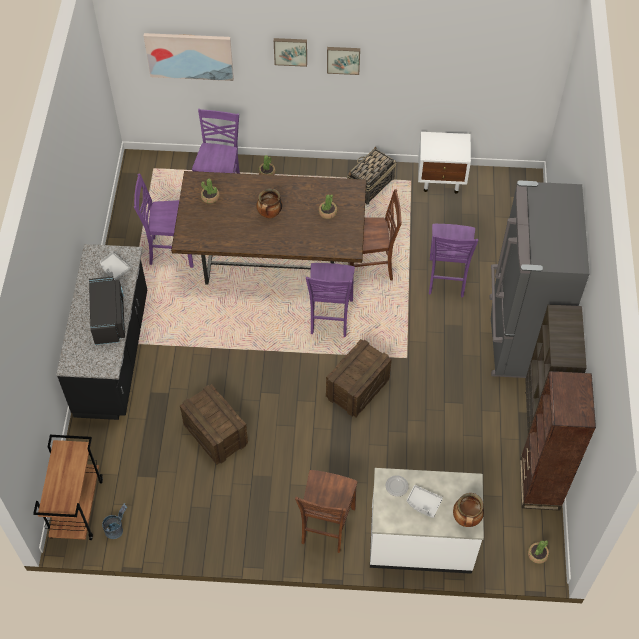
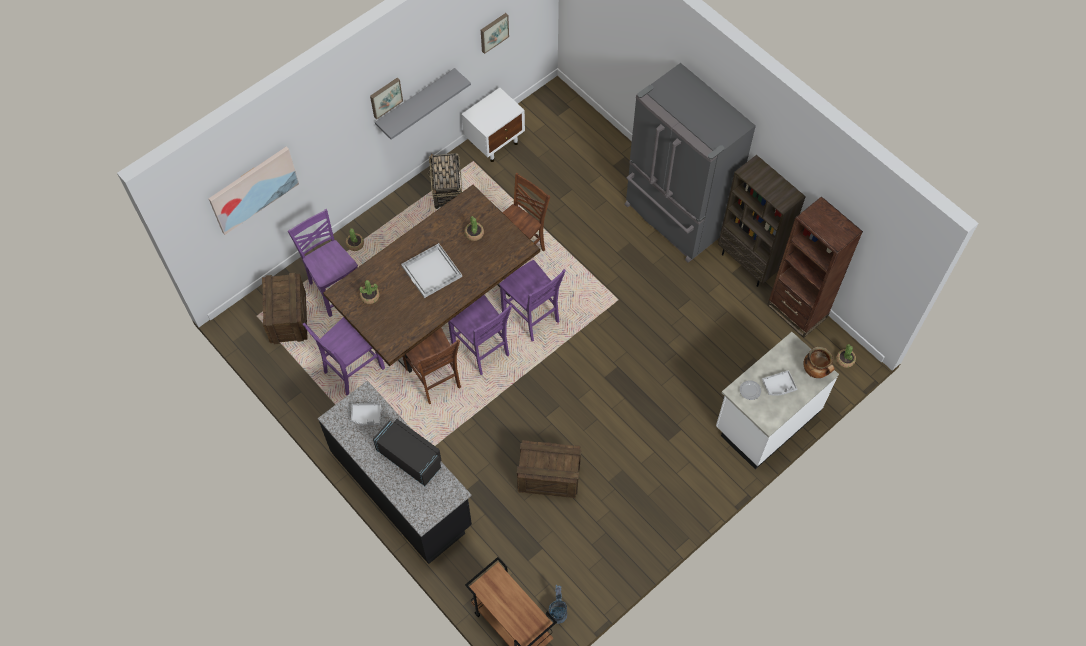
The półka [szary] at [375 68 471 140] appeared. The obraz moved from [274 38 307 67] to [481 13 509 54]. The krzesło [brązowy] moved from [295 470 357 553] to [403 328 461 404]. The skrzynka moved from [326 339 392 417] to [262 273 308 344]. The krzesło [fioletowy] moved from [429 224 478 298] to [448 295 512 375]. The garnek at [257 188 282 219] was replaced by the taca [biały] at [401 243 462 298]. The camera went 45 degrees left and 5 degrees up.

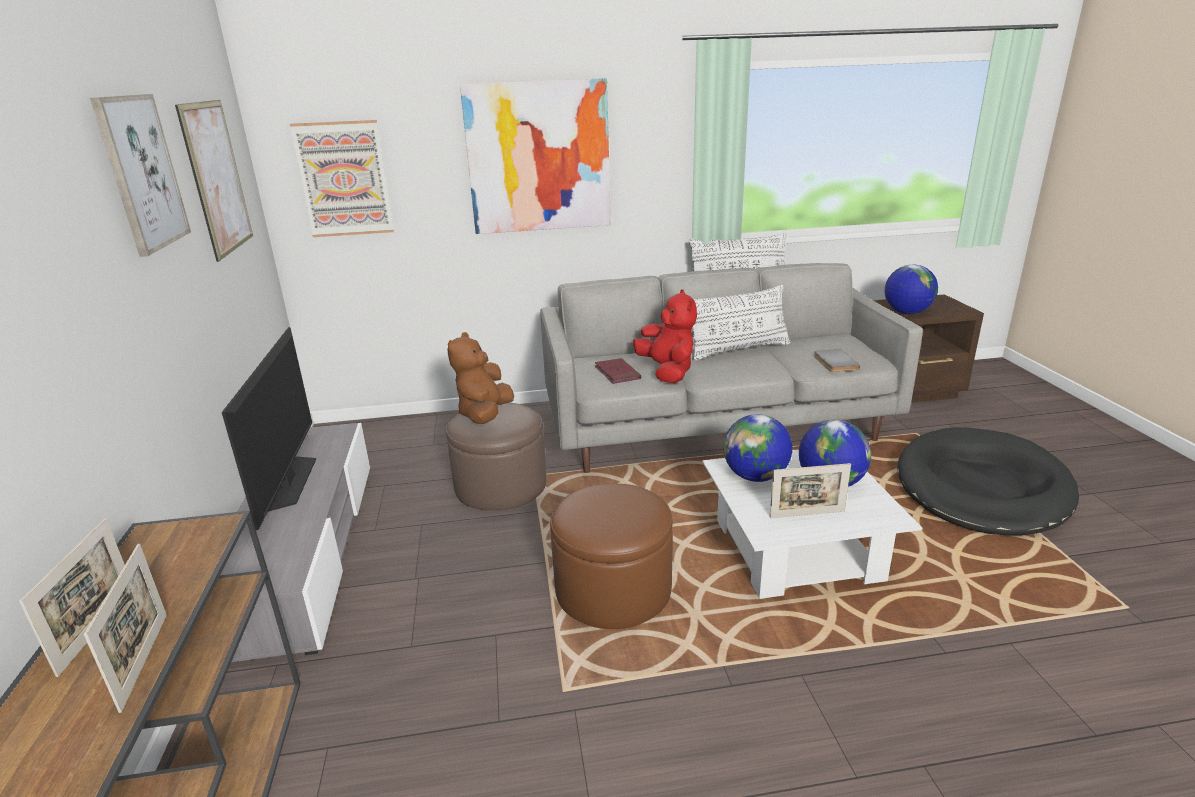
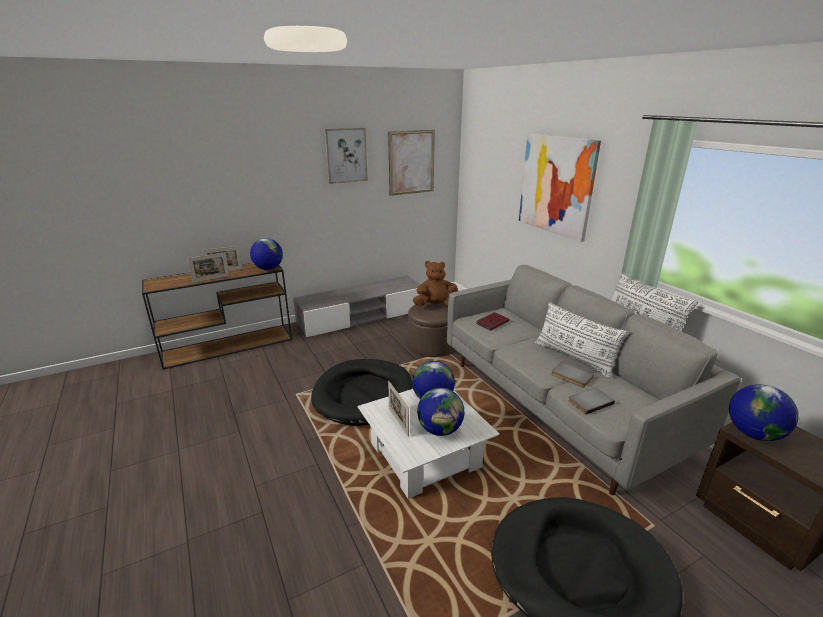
The telewizor at [222 327 316 530] disappeared. The obraz at [290 120 394 237] disappeared. The pluszak [czerwony] at [633 289 697 383] disappeared. The globus at [250 238 283 270] appeared. The książka [szary] at [551 362 594 387] appeared. The pufa [brązowy] at [550 484 673 629] was replaced by the legowisko [czarny] at [311 359 413 426]. The camera went 70 degrees right and 0 degrees up.

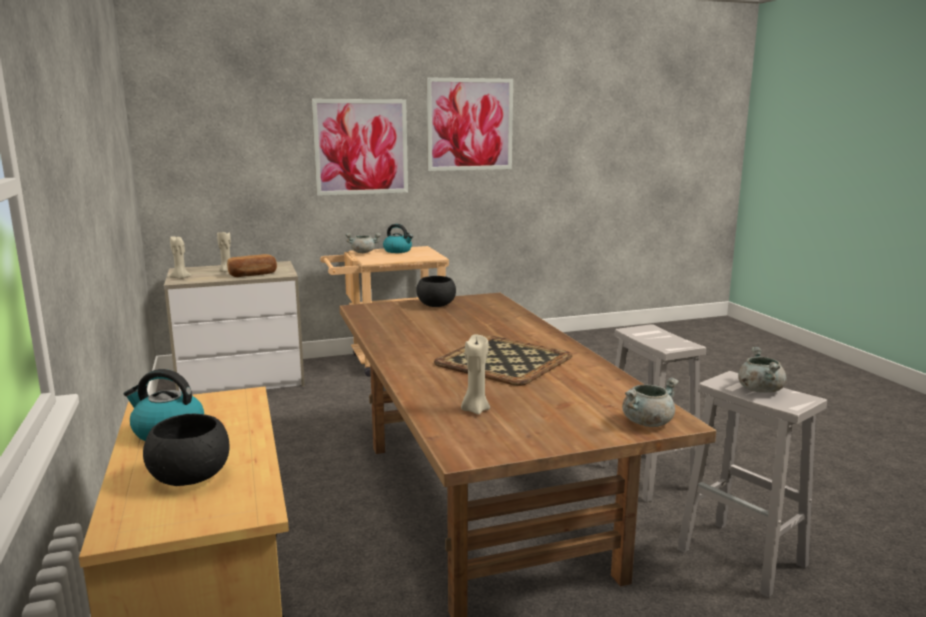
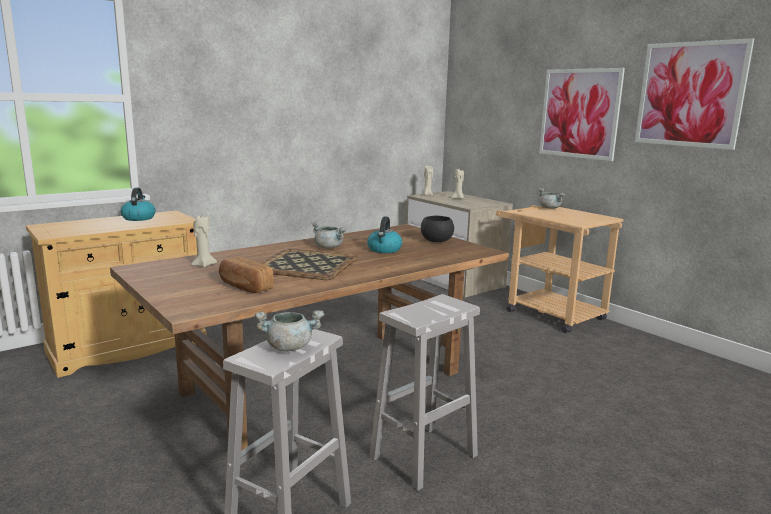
The miska [czarny] at [143 413 230 486] disappeared. The chleb moved from [227 254 277 277] to [219 257 274 293]. The czajnik moved from [383 224 413 253] to [367 216 402 253]. The garnek [szary] moved from [622 378 679 427] to [311 221 347 249]. The camera went 70 degrees right and 0 degrees up.

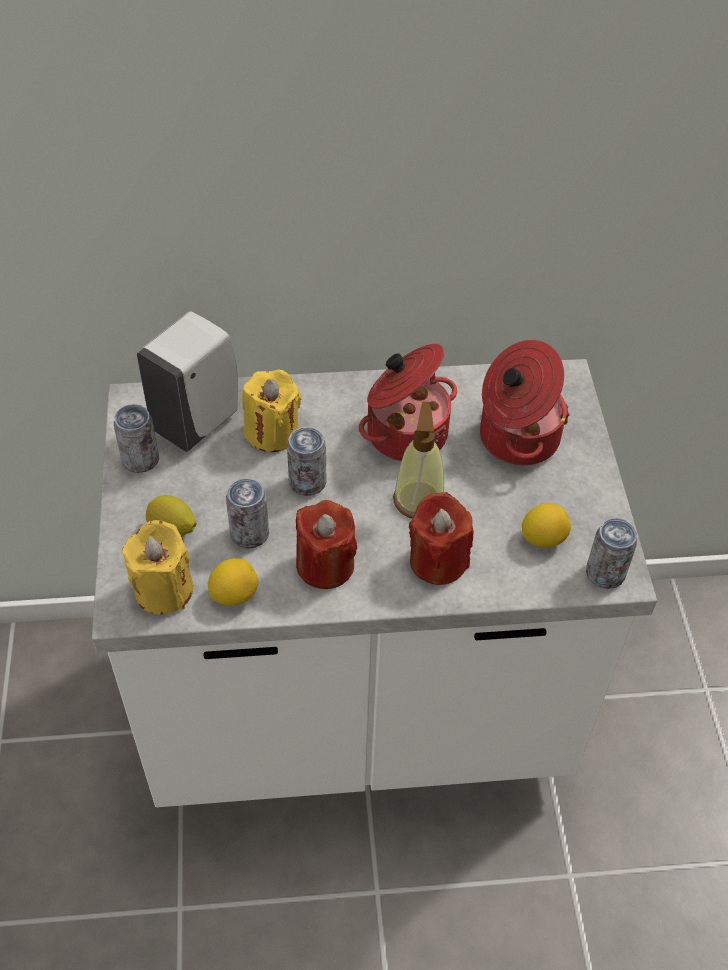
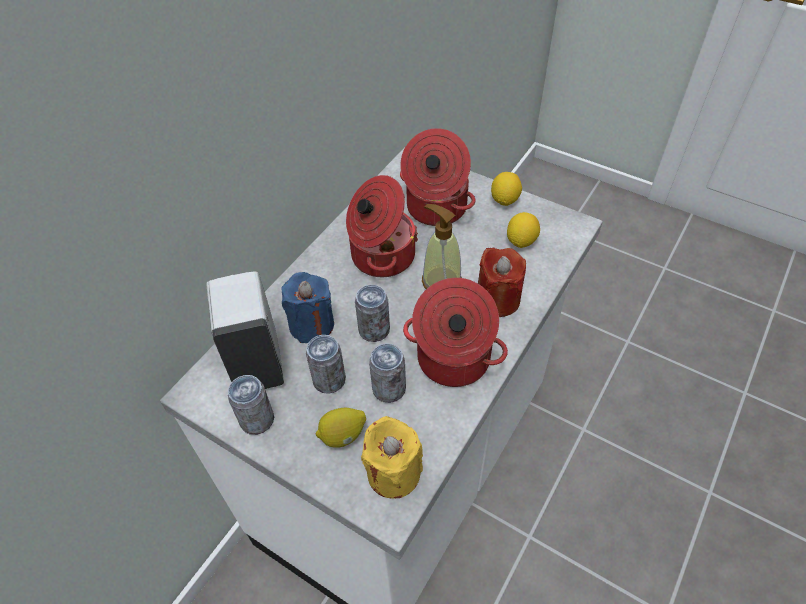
The cytryna moved from [208 558 258 606] to [491 172 522 206]. The puszka moved from [586 518 637 589] to [306 335 346 394]. The świeca [czerwony] at [296 500 357 589] was replaced by the garnek at [403 278 508 387]. The świeca [żółty] at [242 369 301 452] became the świeca [niebieski] at [281 272 334 343]. The camera went 50 degrees left and 0 degrees up.

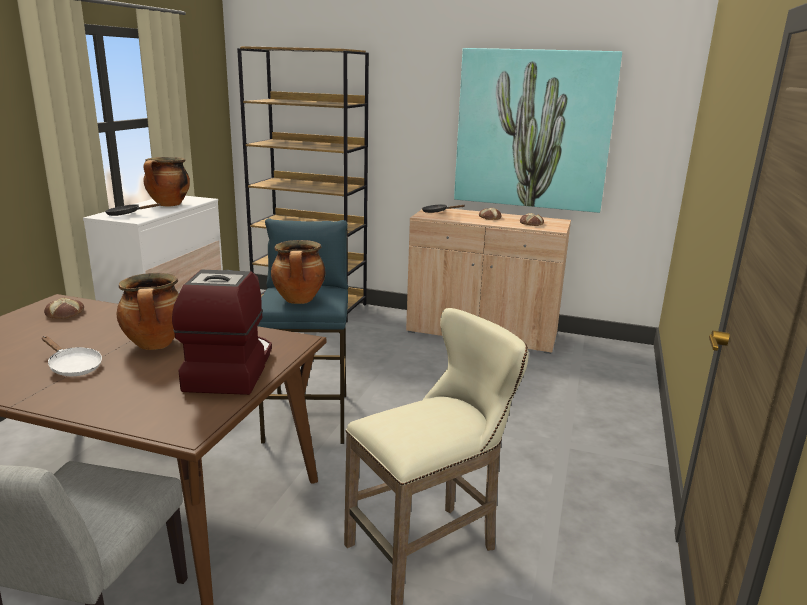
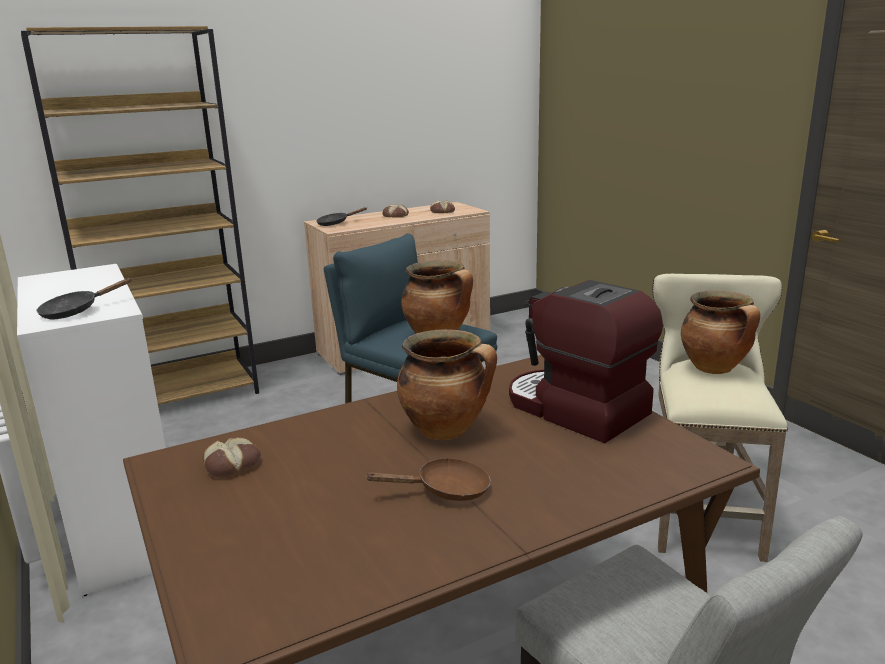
The obraz at [454 48 622 213] disappeared. The garnek moved from [143 157 190 207] to [681 291 760 374]. The patelnia [biały] at [42 336 102 376] became the patelnia [brązowy] at [365 458 491 501]. The camera went 45 degrees left and 0 degrees up.

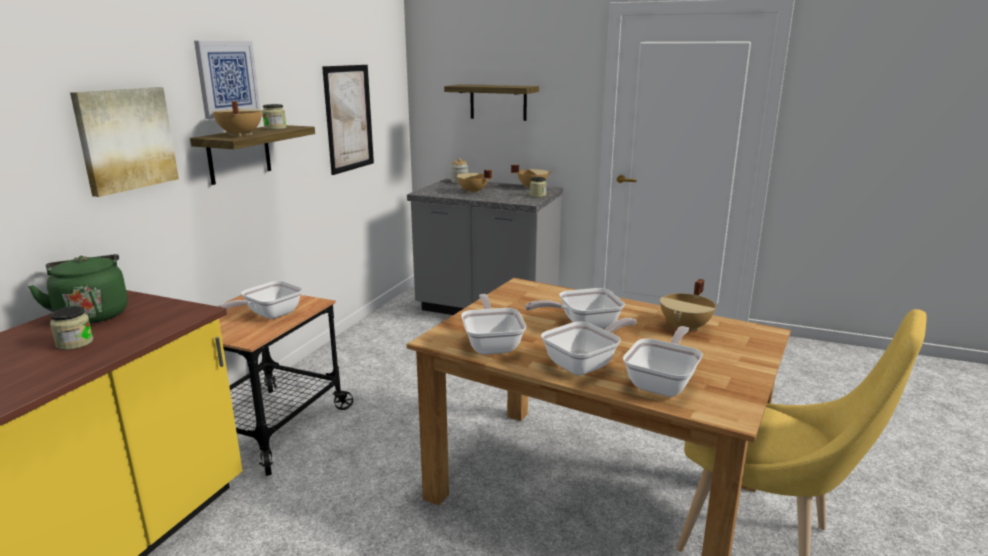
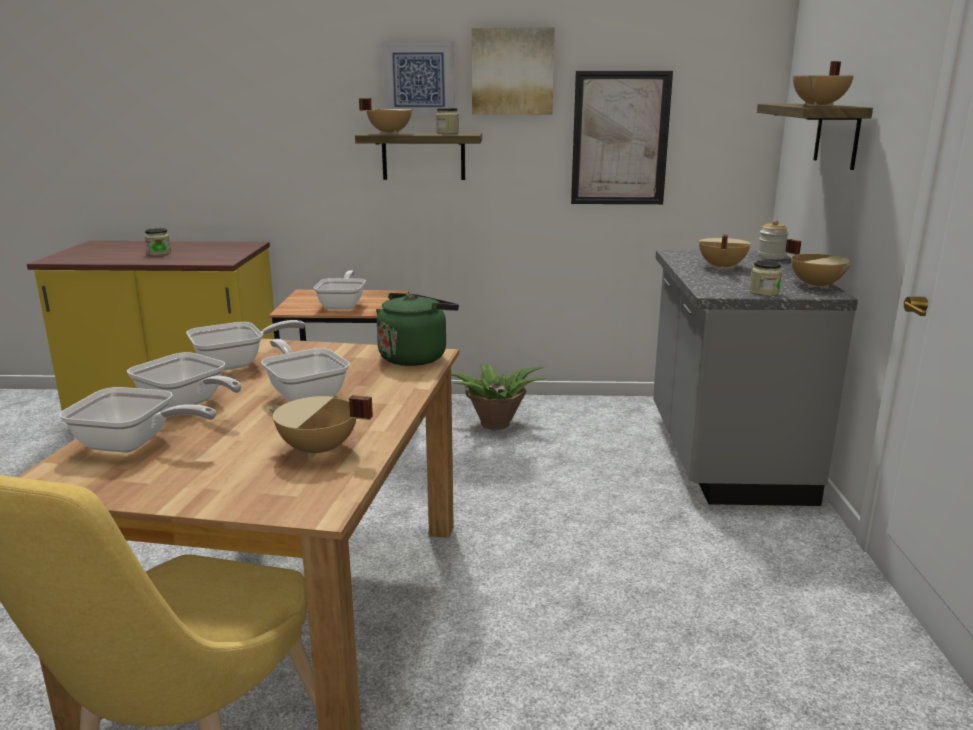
The roślina doniczkowa at [451 363 545 430] appeared. The garnek [beżowy] at [793 61 854 106] appeared. The czajnik [zielony] moved from [28 254 128 324] to [376 293 459 366]. The obraz moved from [70 87 179 197] to [472 27 555 115]. The patelnia at [218 281 303 319] turned 75 degrees clockwise. The camera went 70 degrees right and 0 degrees up.

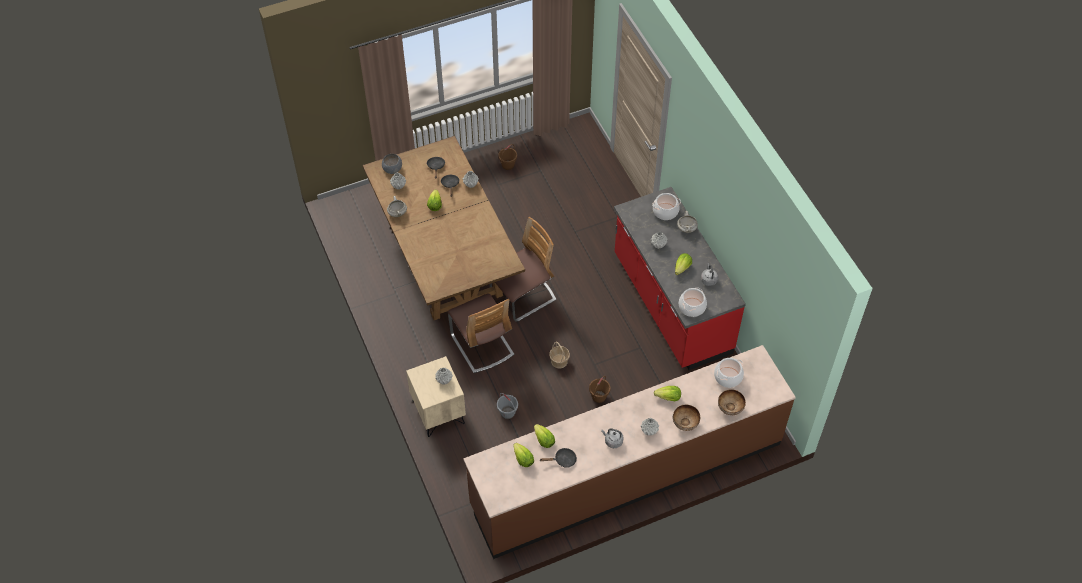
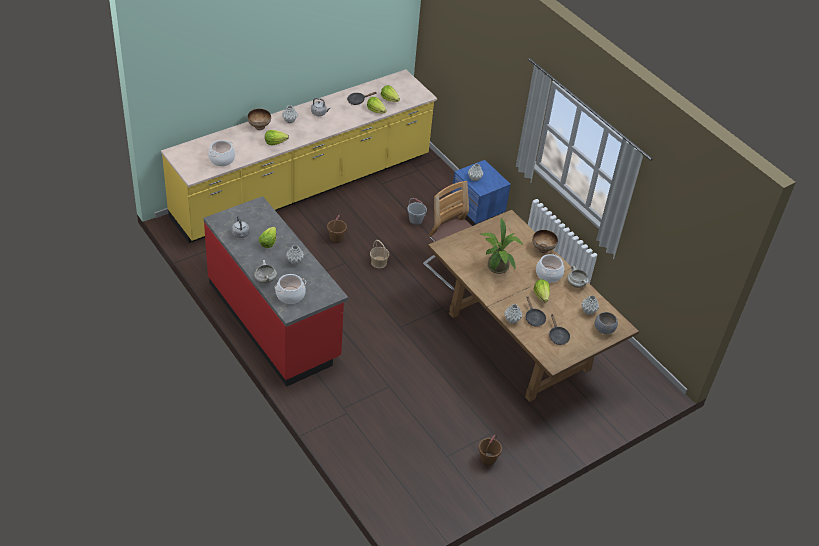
The krzesło at [489 217 556 322] disappeared. The roślina doniczkowa at [481 218 523 274] appeared. The garnek moved from [679 288 707 317] to [536 254 564 283]. The miska moved from [718 389 746 415] to [532 230 558 253]. The szafka nocna [beżowy] at [406 356 466 437] became the szafka nocna [niebieski] at [452 160 511 226]. The zabudowa kuchenna [brązowy] at [464 345 796 559] became the zabudowa kuchenna [żółty] at [161 69 437 243]. The camera went 165 degrees right and 10 degrees down.

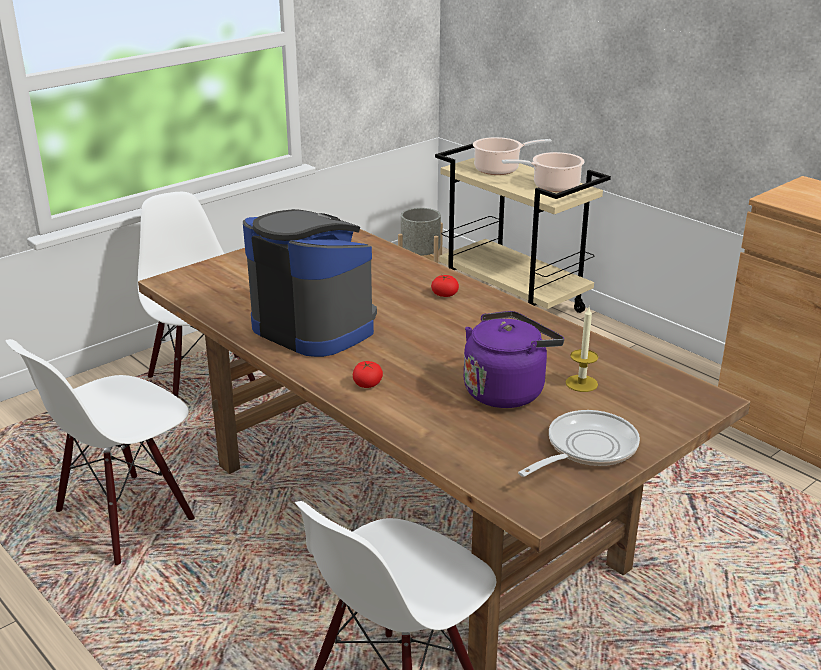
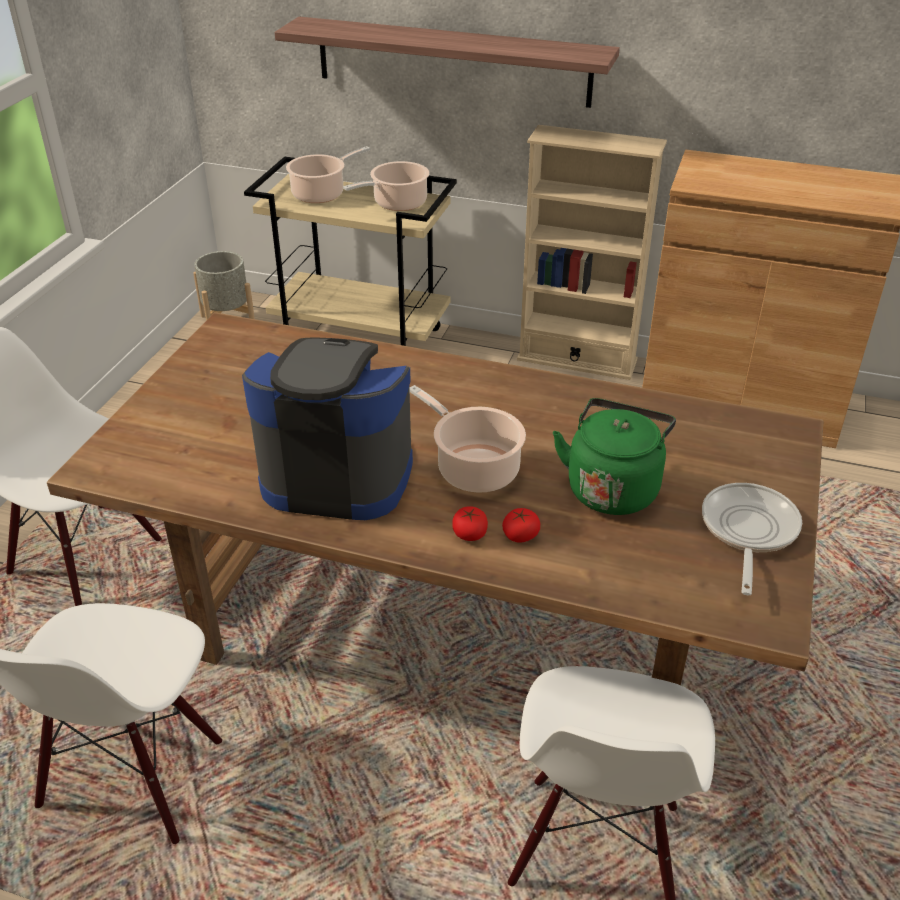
The świeca at [566 307 598 392] disappeared. The półka at [275 17 620 108] appeared. The garnek at [409 385 526 493] appeared. The regał [beżowy] at [517 125 667 380] appeared. The pomidor moved from [431 275 459 297] to [502 508 540 543]. The czajnik [fioletowy] at [464 311 564 408] became the czajnik [zielony] at [553 398 676 515]. The camera went 30 degrees left and 10 degrees up.

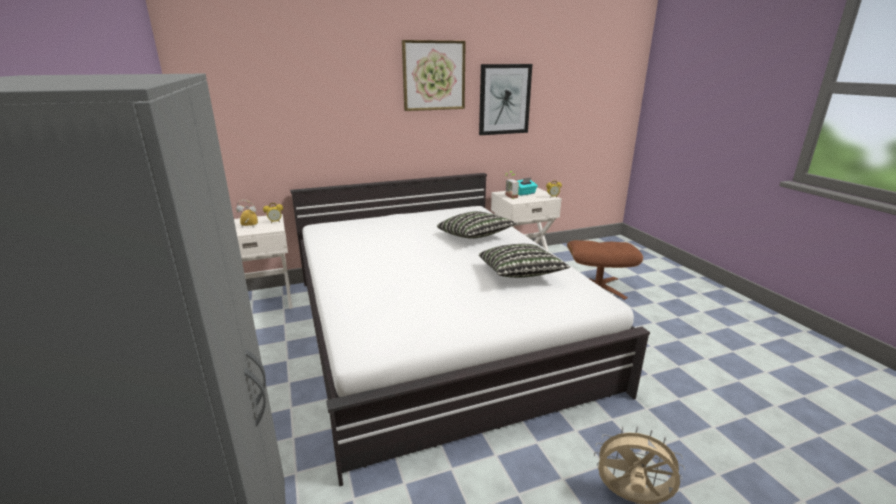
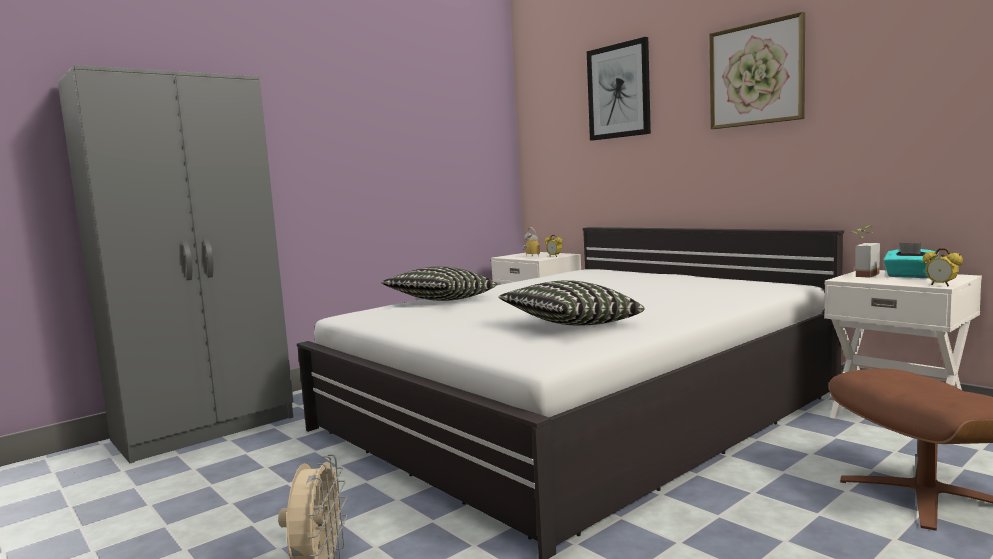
The poduszka moved from [437 211 517 239] to [381 266 496 301]. The obraz moved from [479 64 532 135] to [587 37 651 141]. The camera went 70 degrees right and 15 degrees down.

